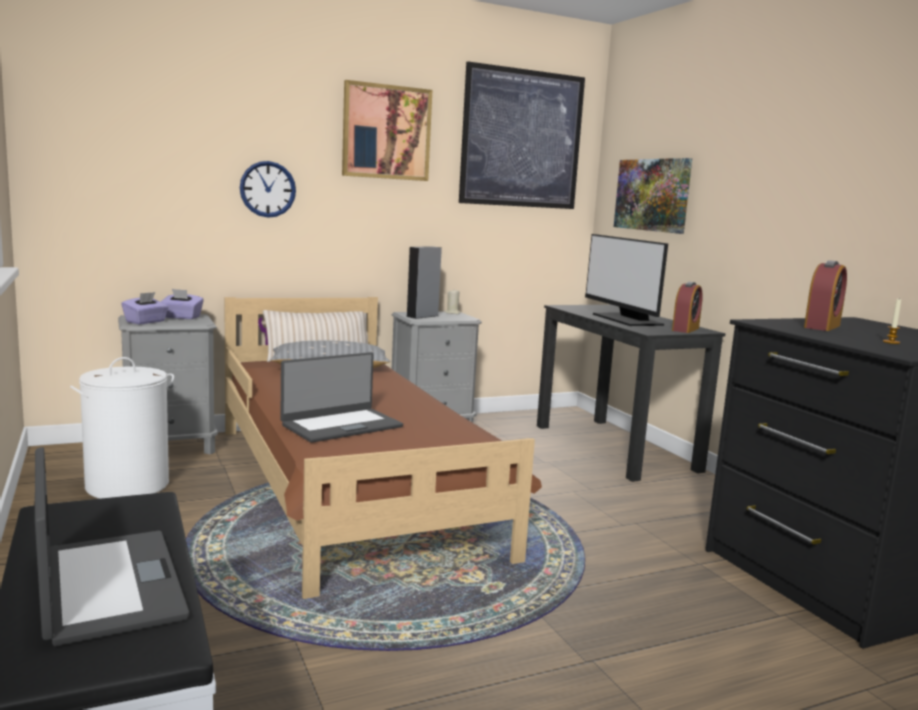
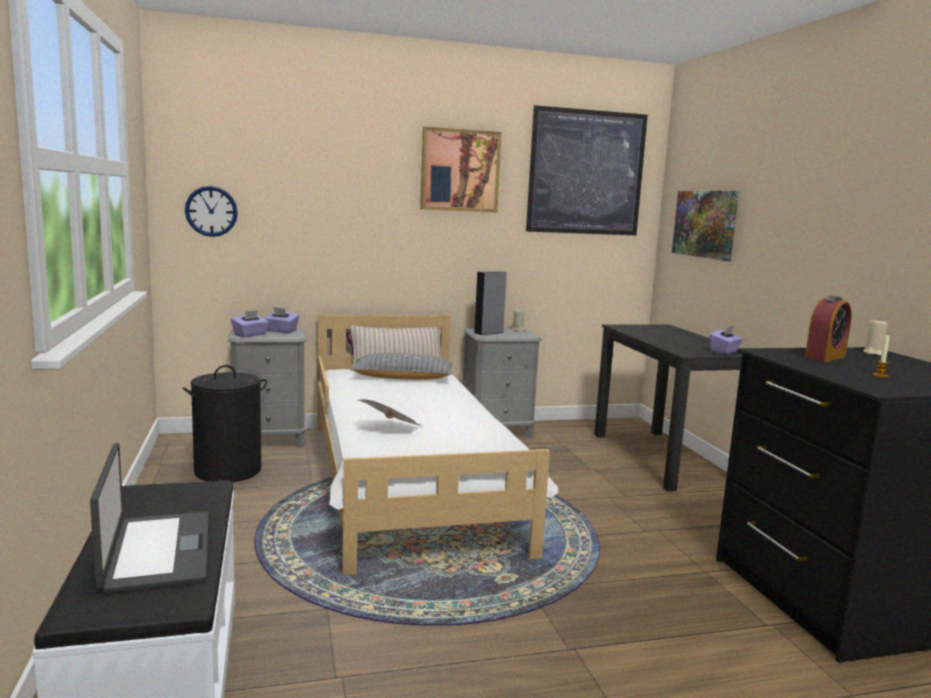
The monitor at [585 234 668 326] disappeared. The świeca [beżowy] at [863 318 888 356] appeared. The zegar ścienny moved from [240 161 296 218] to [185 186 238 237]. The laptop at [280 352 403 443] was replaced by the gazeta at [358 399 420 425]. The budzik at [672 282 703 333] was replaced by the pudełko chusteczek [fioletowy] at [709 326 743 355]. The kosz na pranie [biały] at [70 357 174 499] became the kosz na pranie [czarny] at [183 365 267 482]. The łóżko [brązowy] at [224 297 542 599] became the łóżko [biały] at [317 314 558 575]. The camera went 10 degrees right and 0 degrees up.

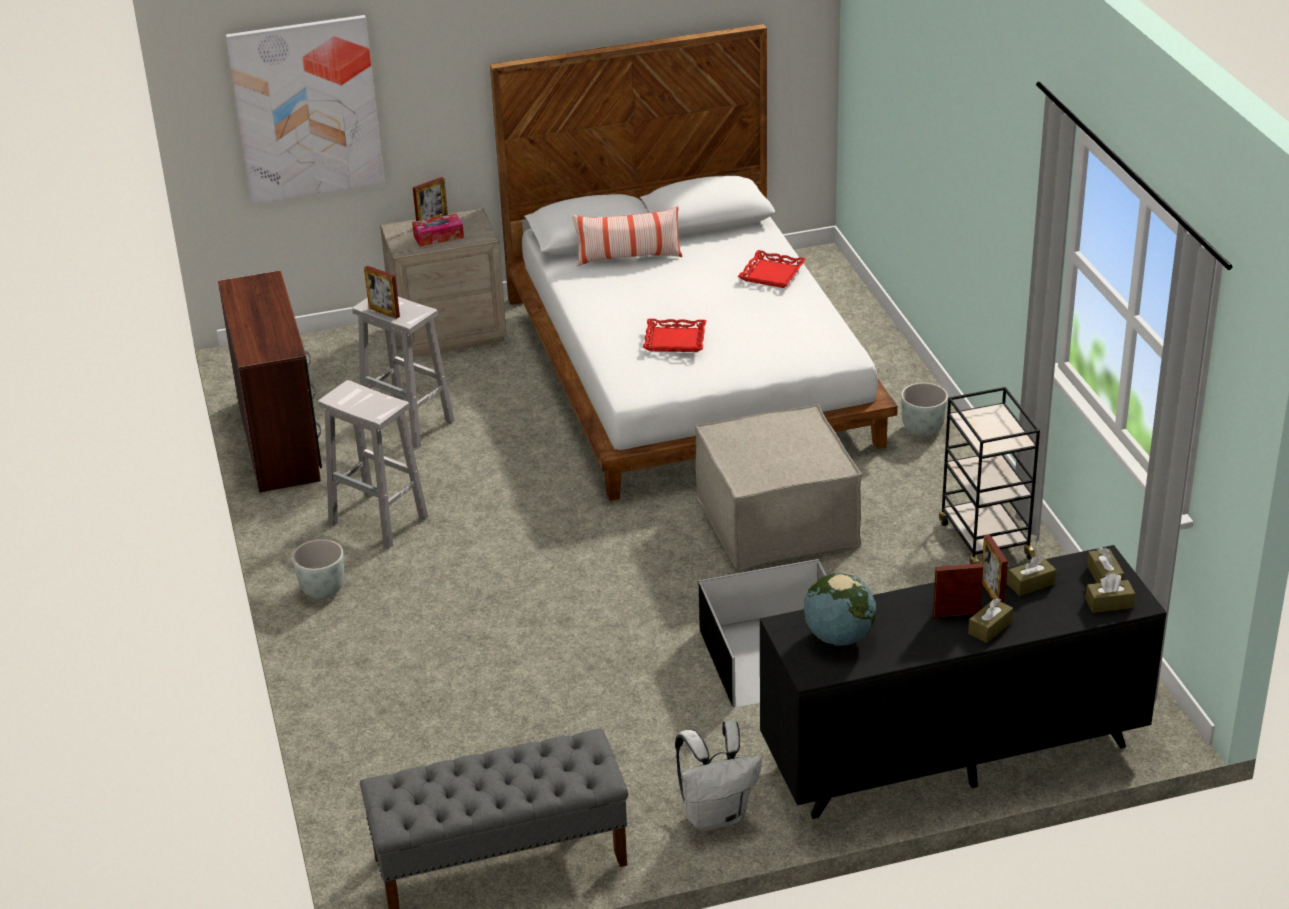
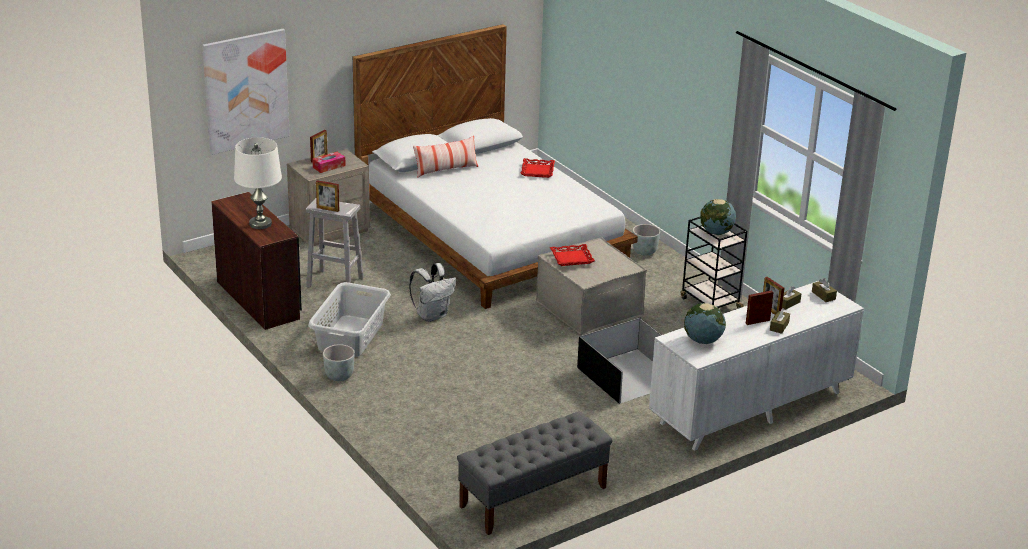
The pudełko chusteczek [brązowy] at [1085 573 1135 613] disappeared. The lampa stołowa [biały] at [234 137 282 229] appeared. The globus at [700 199 736 235] appeared. The taca [czerwony] moved from [643 319 706 352] to [550 244 595 266]. The plecak [biały] moved from [675 720 762 831] to [409 263 456 322]. The stołek [biały] at [318 380 428 549] was replaced by the kosz na pranie [szary] at [308 282 391 357]. The komoda [czarny] at [760 545 1167 819] became the komoda [biały] at [649 281 864 451]. The camera went 20 degrees left and 5 degrees down.

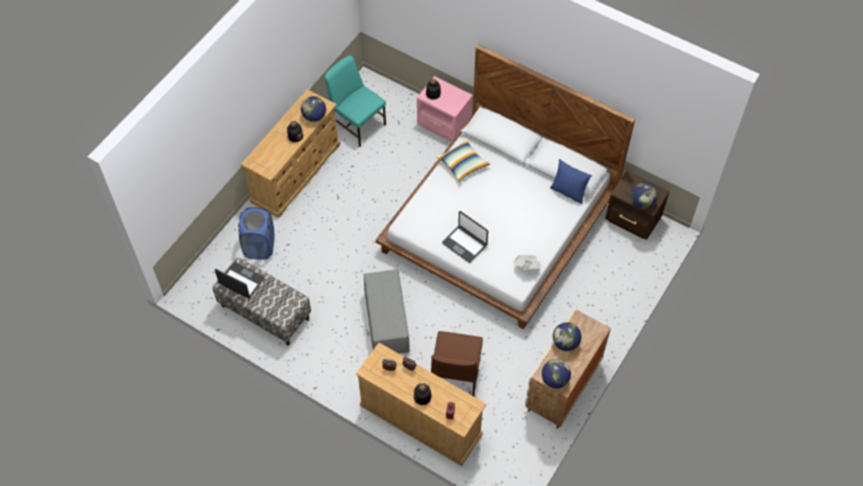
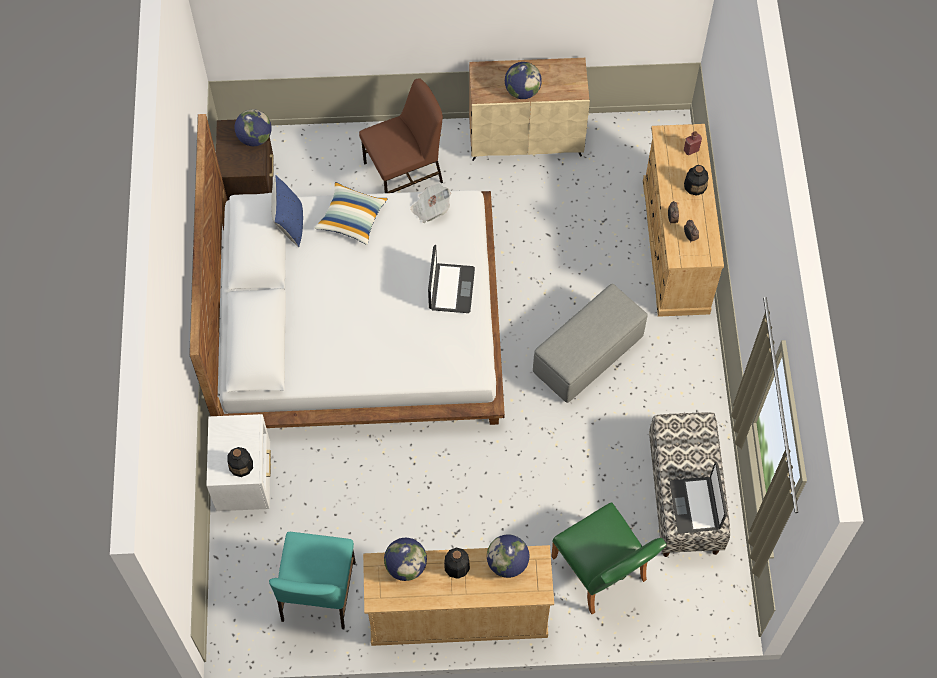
The krzesło [brązowy] moved from [431 331 483 397] to [359 78 443 193]. The poduszka moved from [436 139 490 182] to [314 182 388 245]. The globus moved from [542 359 571 388] to [487 535 529 578]. The kosz na pranie [niebieski] at [238 207 275 259] was replaced by the krzesło [zielony] at [551 502 666 614]. The szafka nocna [różowy] at [417 76 473 142] became the szafka nocna [biały] at [206 414 271 511]. The camera went 125 degrees left and 5 degrees up.

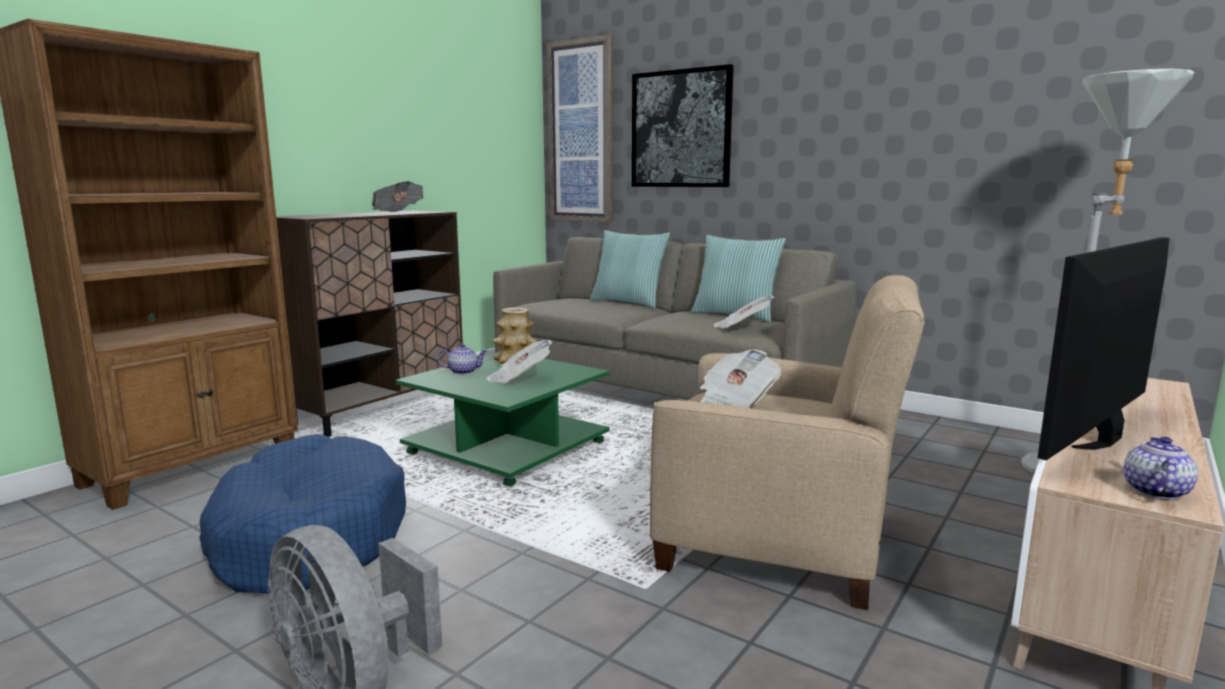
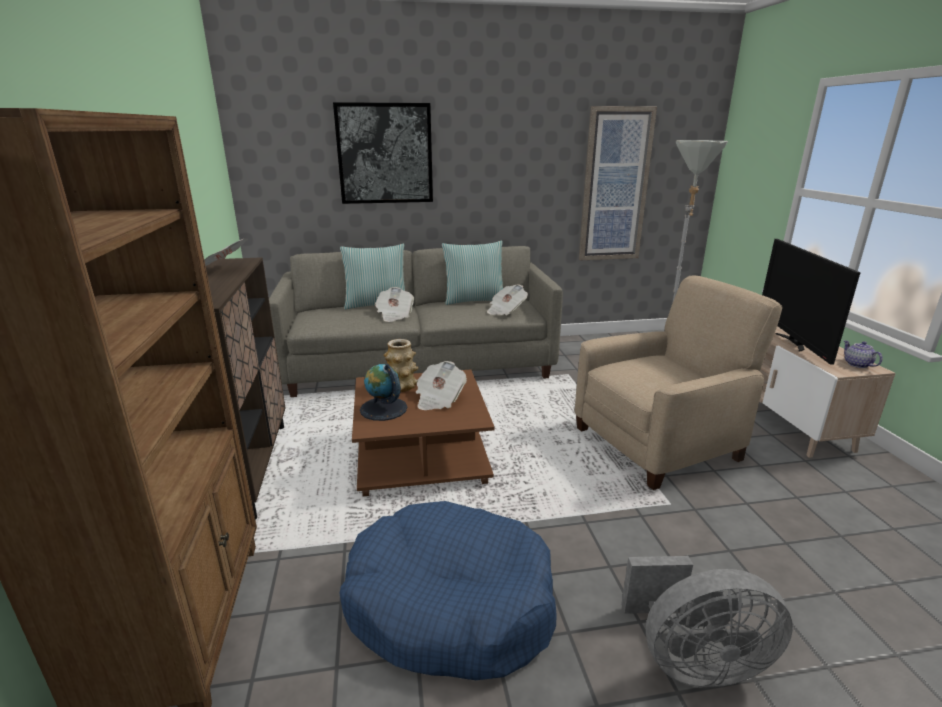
The obraz moved from [547 34 613 223] to [579 106 657 260]. The gazeta moved from [700 349 781 408] to [375 287 414 322]. The imbryk at [437 343 488 374] was replaced by the globus at [360 364 407 421]. The ława [zielony] at [395 352 610 487] became the ława [brązowy] at [352 369 495 497]. The camera went 45 degrees left and 10 degrees up.

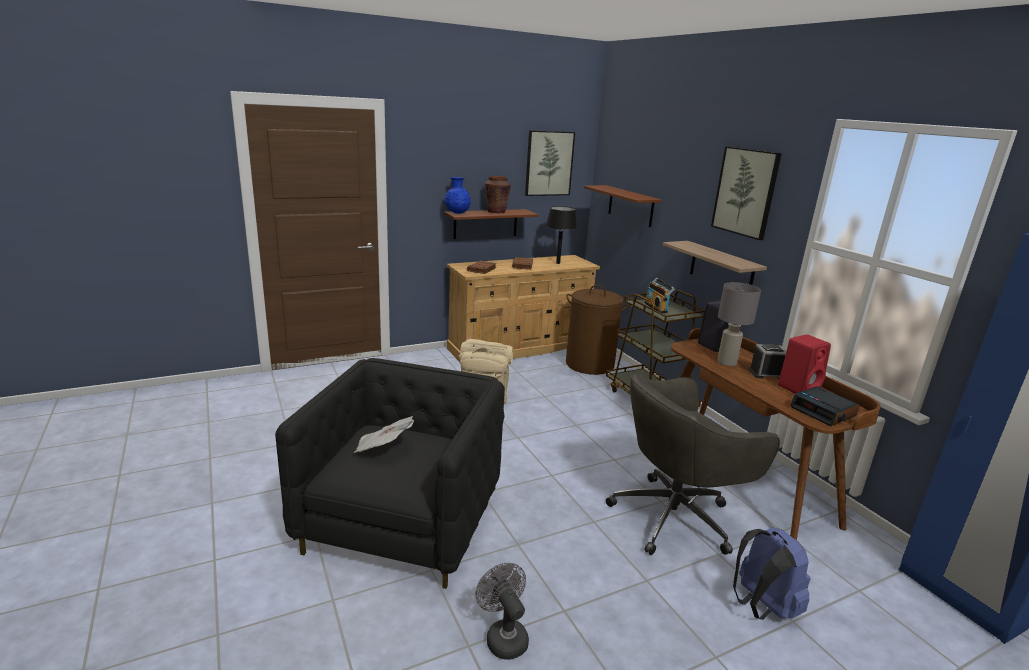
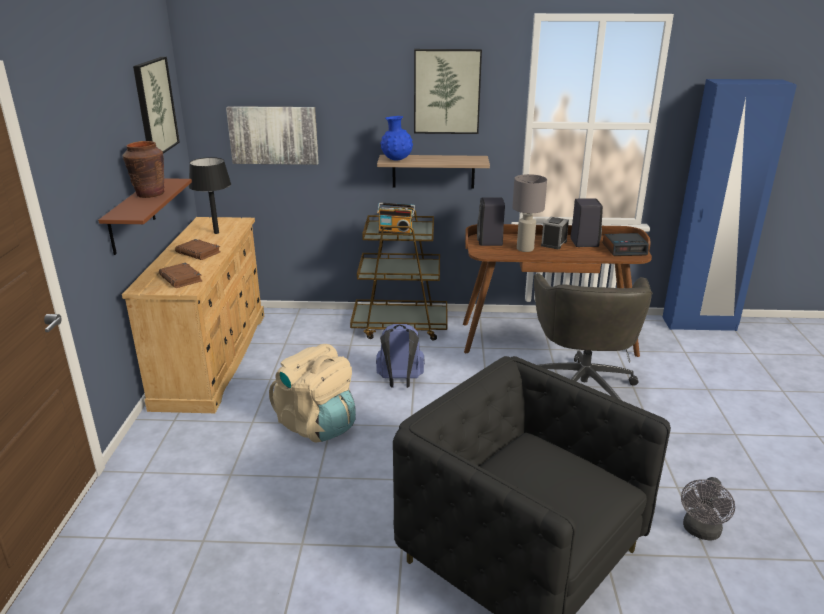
The gazeta at [354 416 414 453] disappeared. The kosz na pranie [brązowy] at [566 285 629 375] disappeared. The wazon [niebieski] moved from [445 177 471 214] to [380 116 413 161]. The plecak [niebieski] moved from [733 528 811 620] to [376 324 425 388]. The półka [brązowy] at [584 185 662 227] was replaced by the obraz at [226 106 319 165]. The głośnik [czerwony] at [778 334 831 393] became the głośnik [czarny] at [570 198 603 247]. The wentylator [szary] at [475 563 529 660] turned 60 degrees counterclockwise. The camera went 60 degrees left and 5 degrees up.

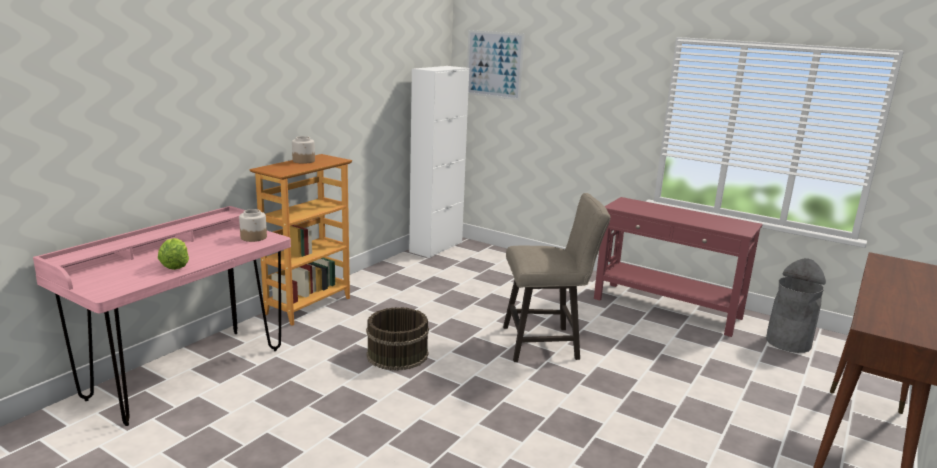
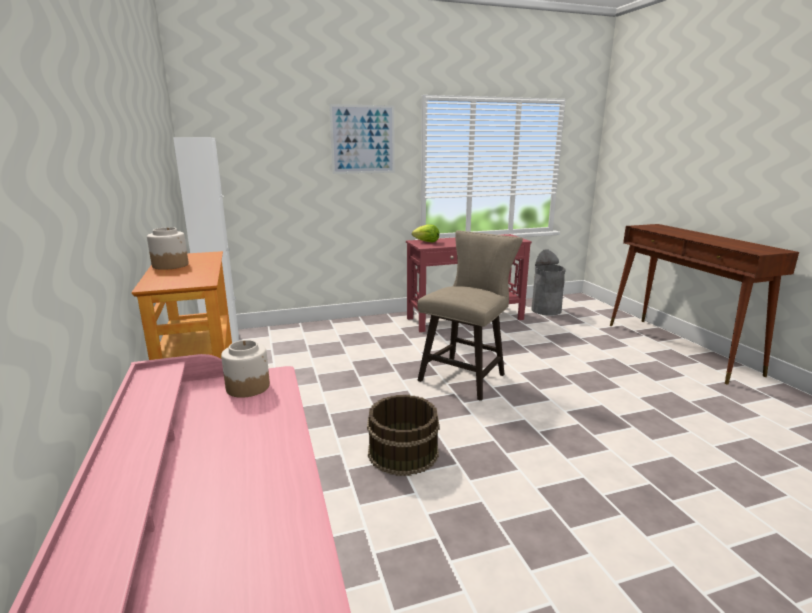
The sałata moved from [158 238 189 270] to [412 224 439 242]. The obraz moved from [467 30 525 101] to [329 104 395 174]. The camera went 50 degrees left and 0 degrees up.

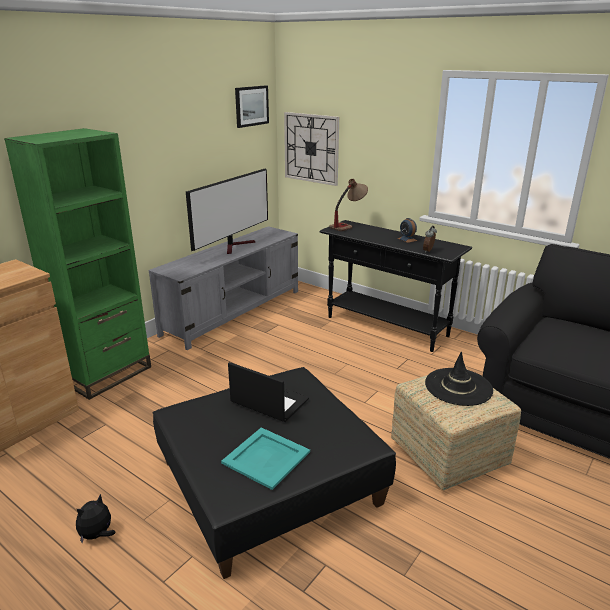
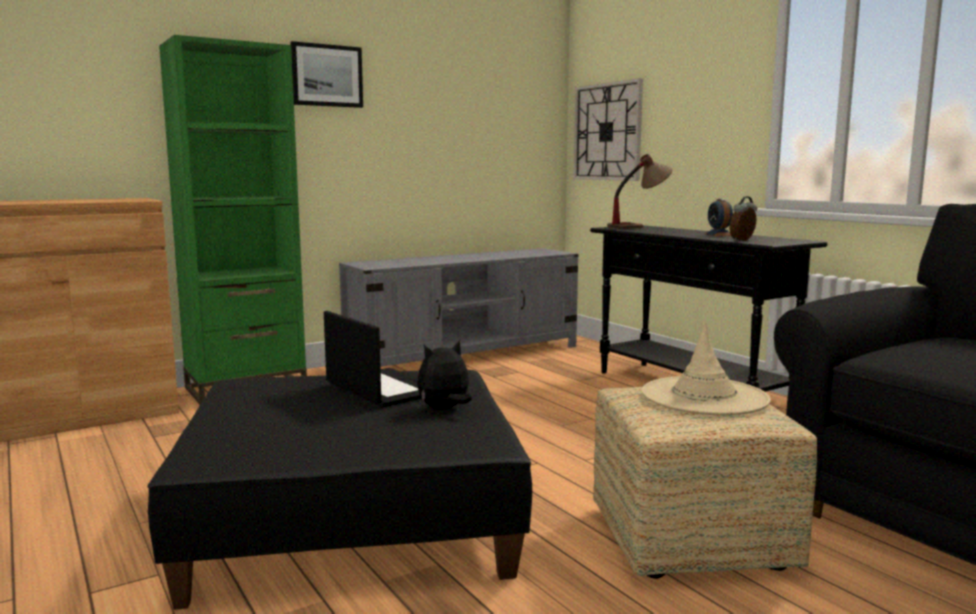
The telewizor at [186 168 268 254] disappeared. The taca [turkusowy] at [221 427 310 490] disappeared. The pluszak moved from [76 494 115 544] to [417 340 472 409]. The obraz moved from [235 85 269 128] to [290 41 363 108]. The kapelusz [czarny] at [425 352 493 406] became the kapelusz [beżowy] at [642 322 771 415]. The camera went 20 degrees right and 15 degrees down.

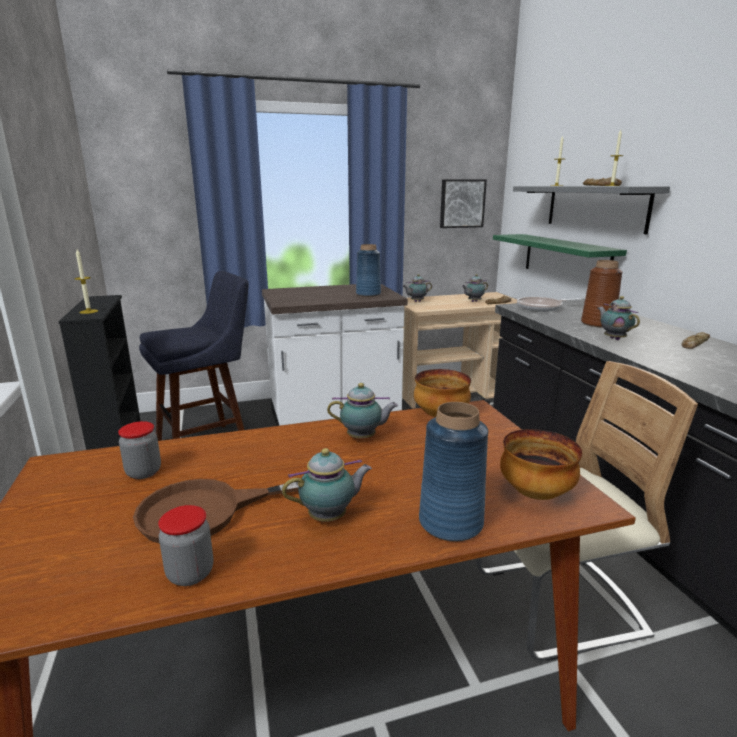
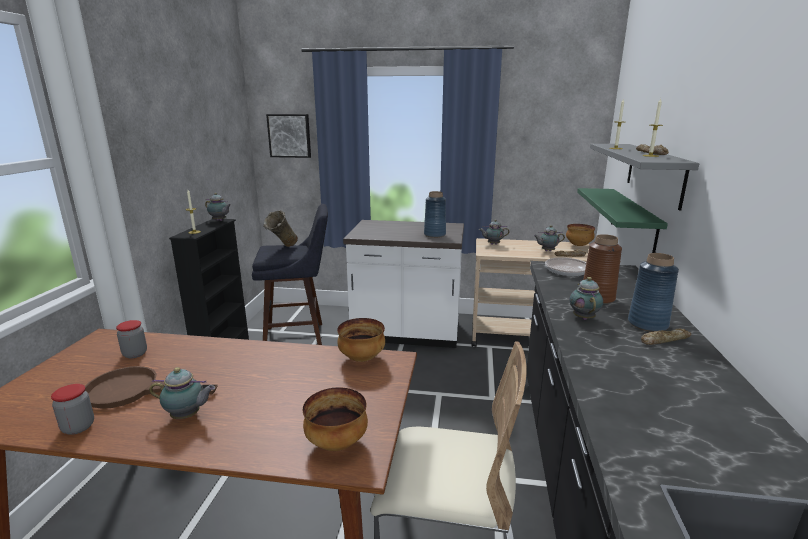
The wazon [beżowy] at [263 210 298 247] appeared. The miska at [566 224 595 246] appeared. The imbryk moved from [327 383 398 438] to [205 193 231 221]. The wazon [niebieski] moved from [419 402 488 542] to [628 253 679 332]. The obraz moved from [440 179 487 228] to [266 114 311 158]. The camera went 25 degrees right and 0 degrees up.

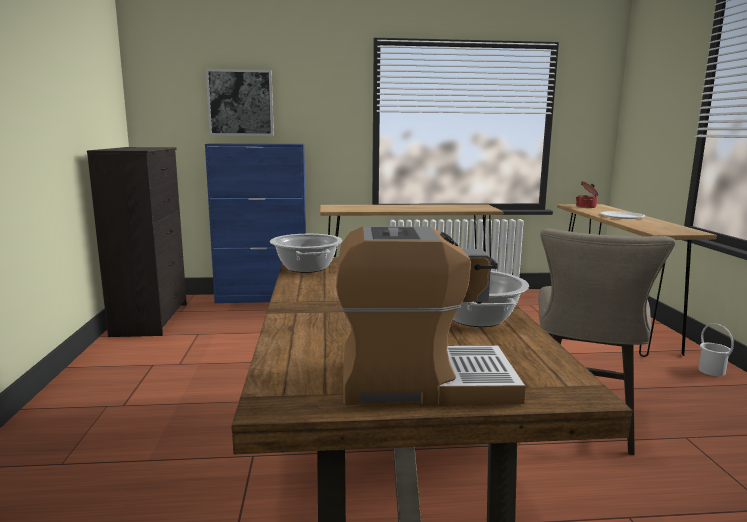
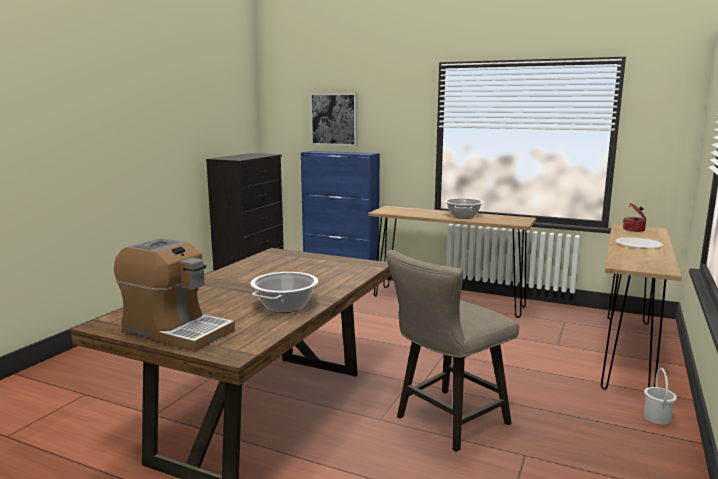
The garnek moved from [270 234 342 273] to [444 198 484 219]. The camera went 30 degrees right and 0 degrees up.

